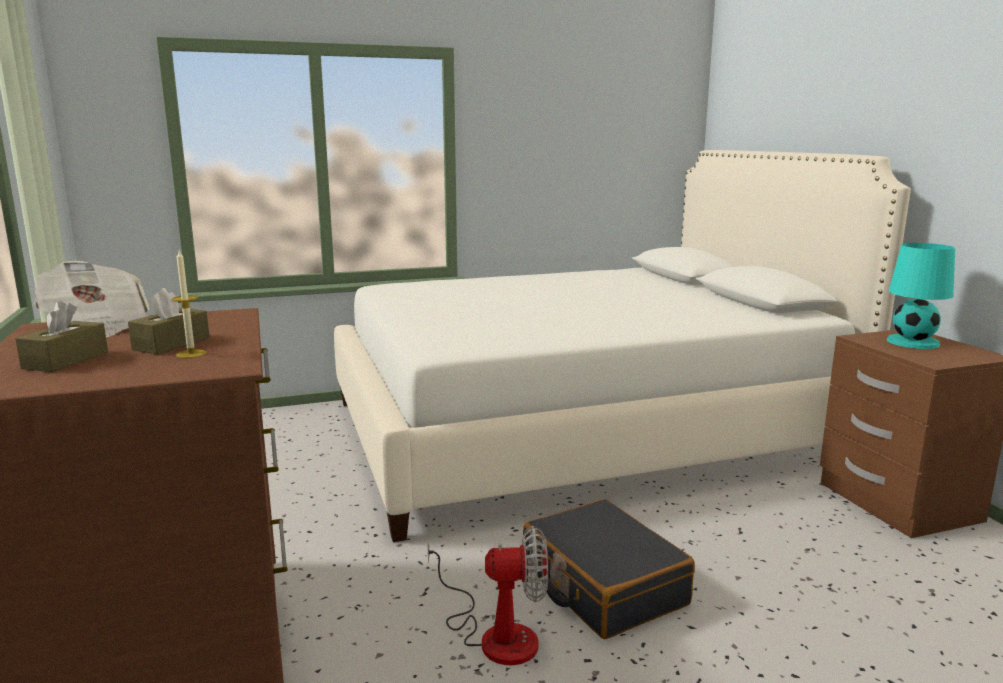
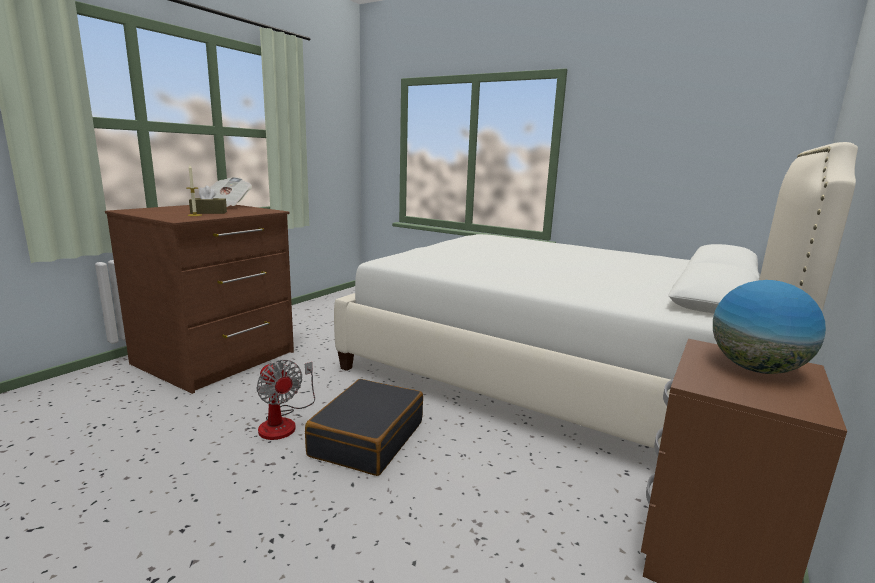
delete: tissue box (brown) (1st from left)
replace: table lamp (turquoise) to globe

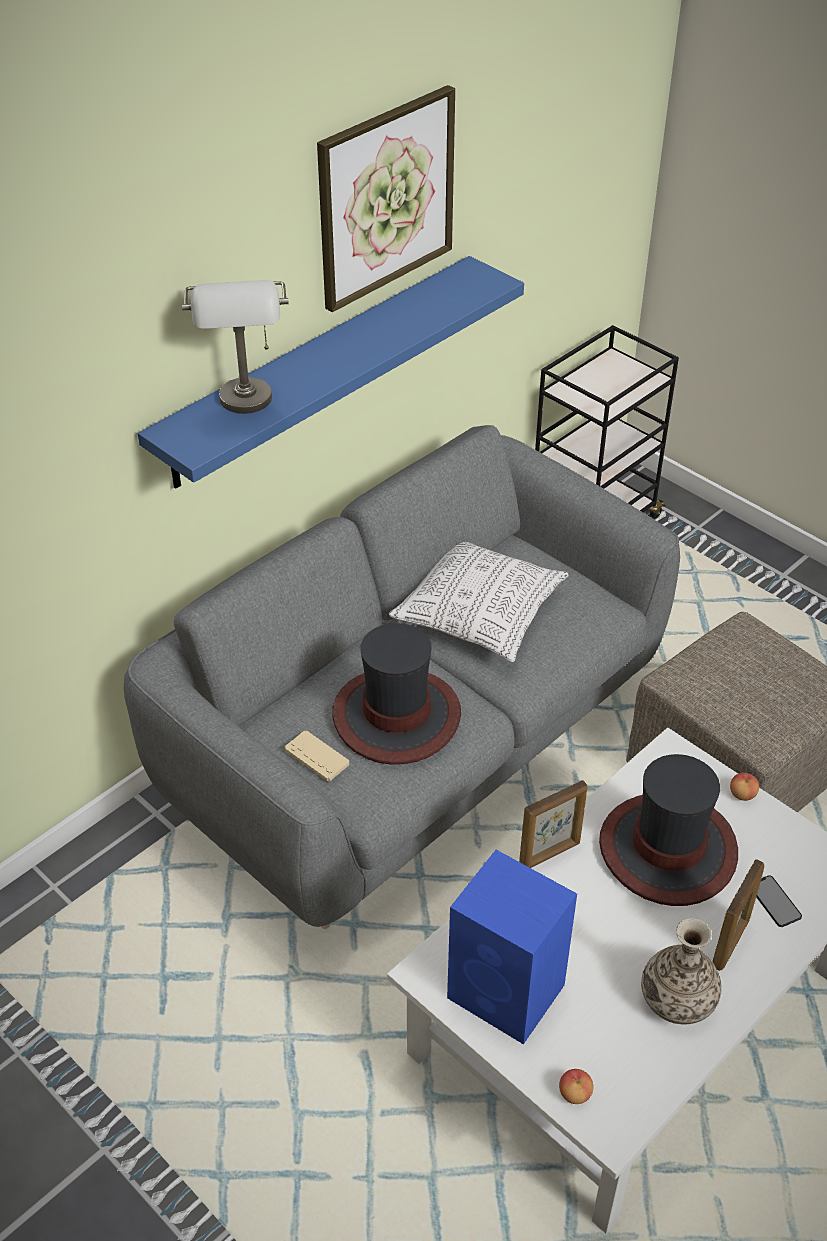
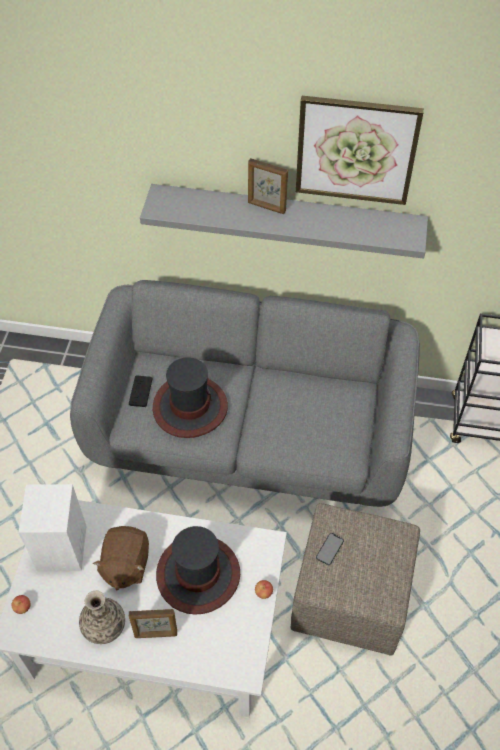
delete: table lamp (grey); pillow
insert: plush toy (brown)
move: picture frame (1st from left in the first image) to picture frame (2nd from left); phone
recolor: shelf (blue) to shelf (grey); game controller (beige) to game controller (black); speaker (blue) to speaker (white)

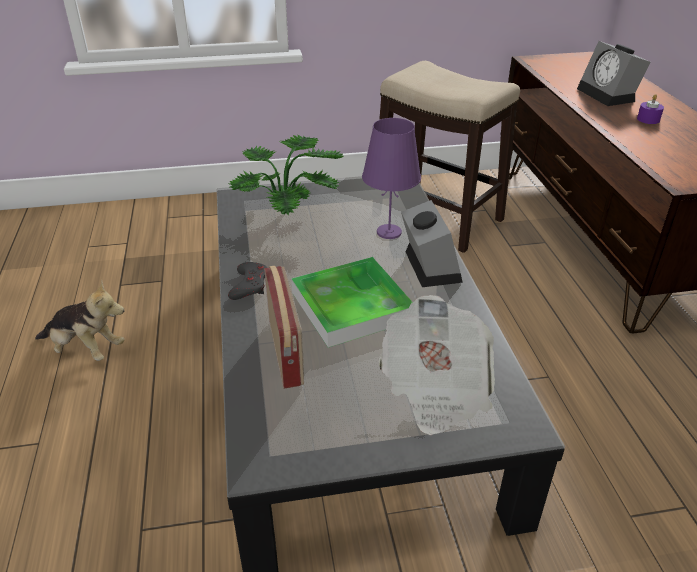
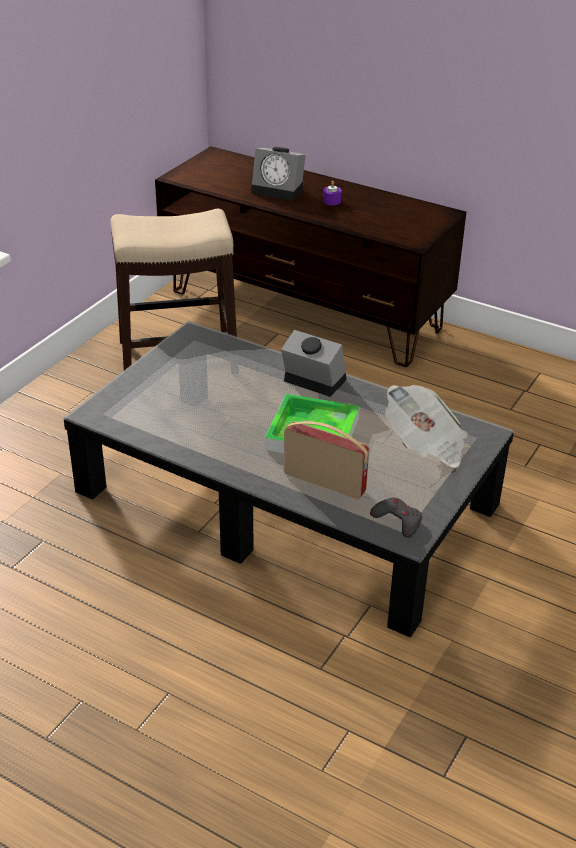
delete: table lamp (purple); potted plant; plush toy
move: game controller (grey)

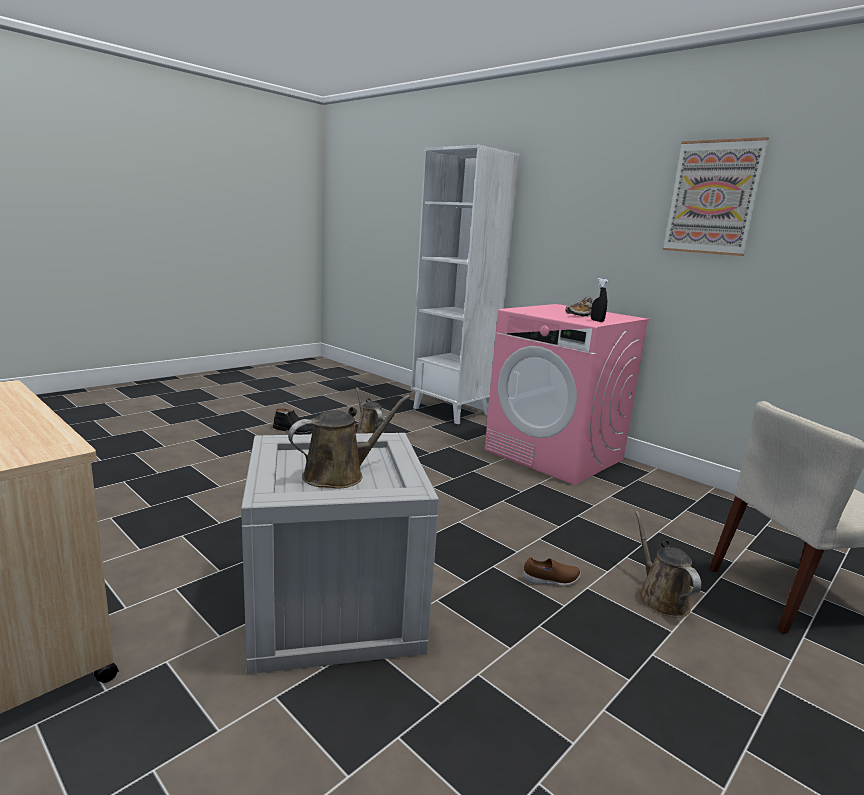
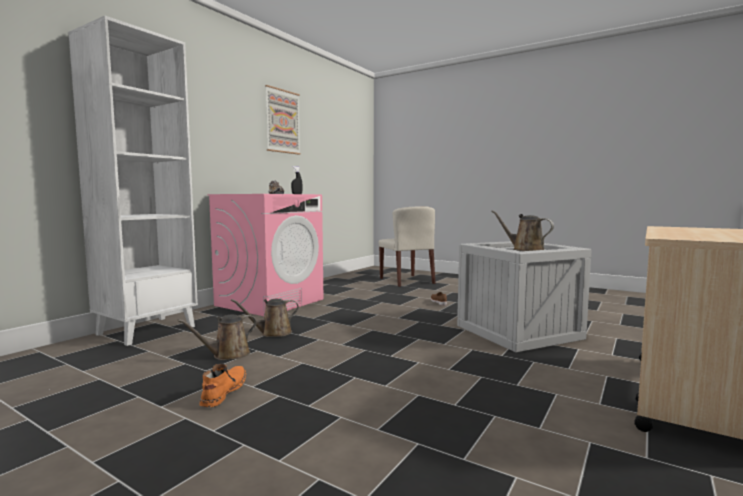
move: watering can (brown) (3rd from left in the first image) to watering can (brown) (2nd from left)
recolor: boot (black) to boot (orange)

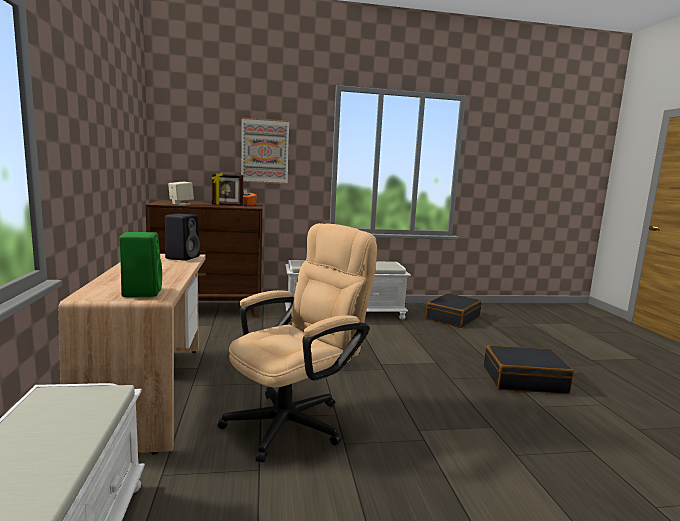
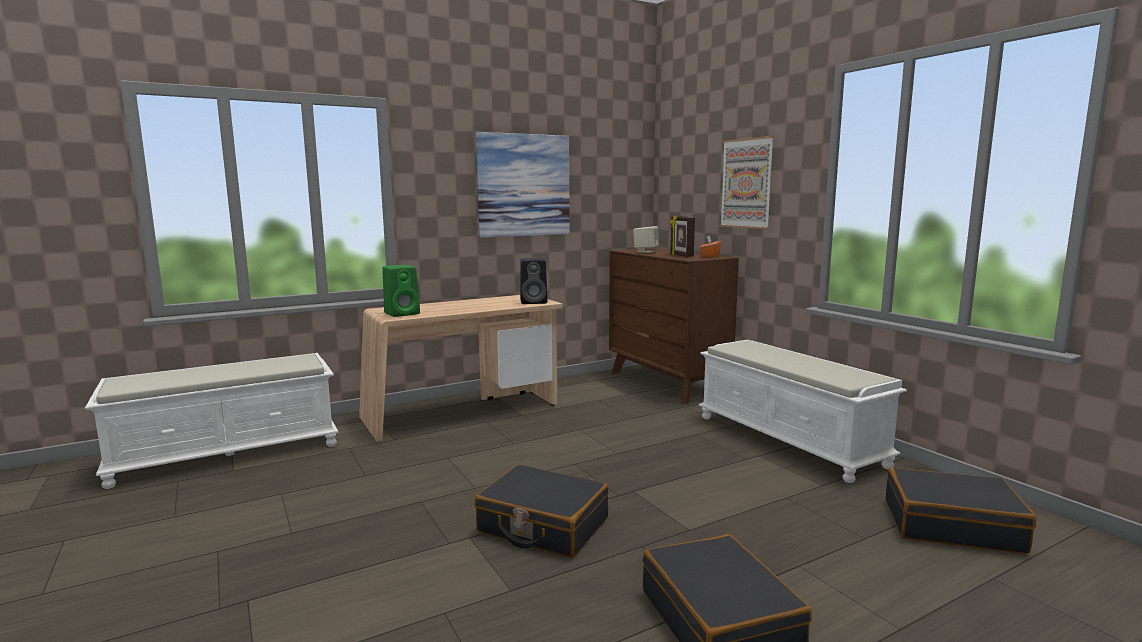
delete: office chair (beige)
insert: picture (1st from left); suitcase (black) (1st from left)

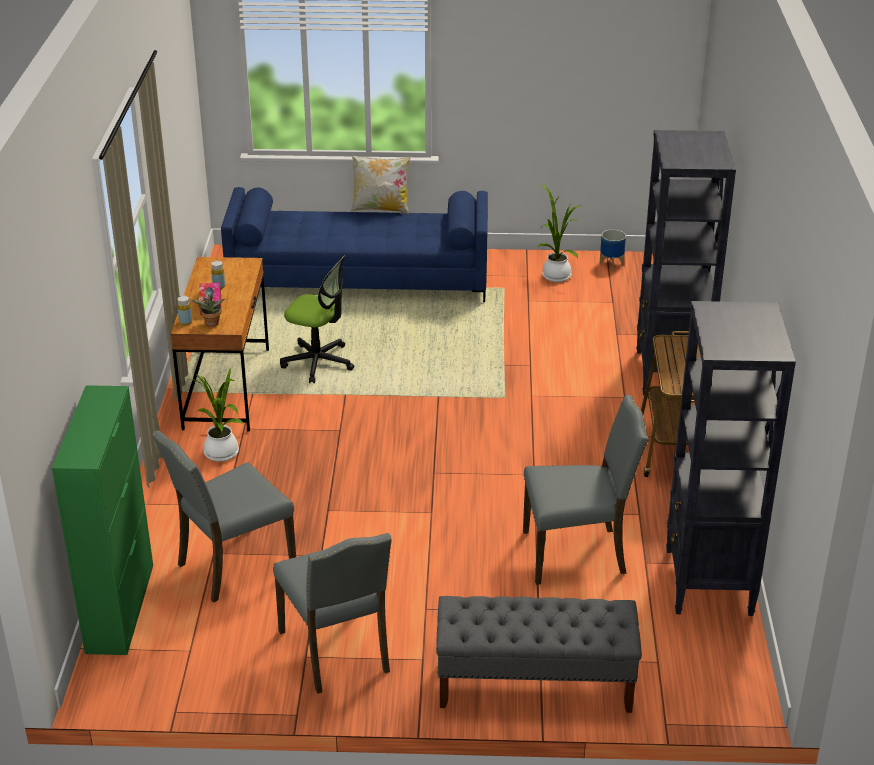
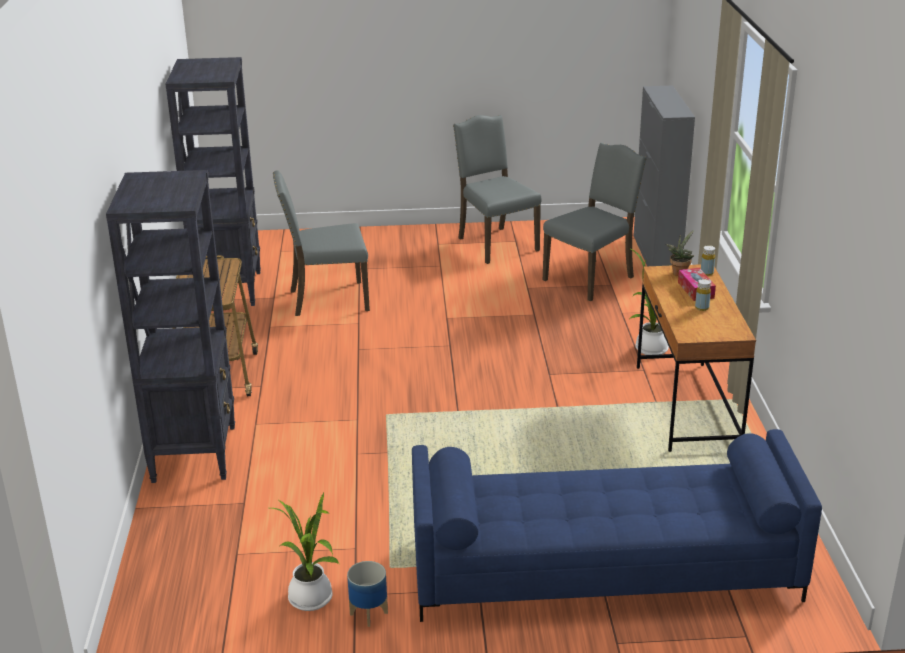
delete: pillow; office chair; bench (grey)
move: planter
recolor: cabinet (green) to cabinet (grey)

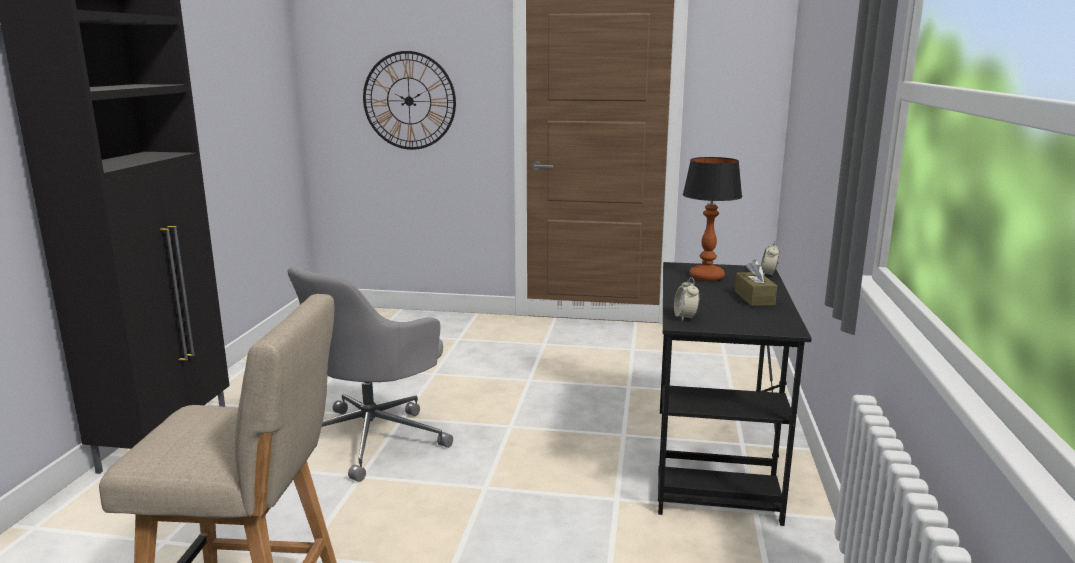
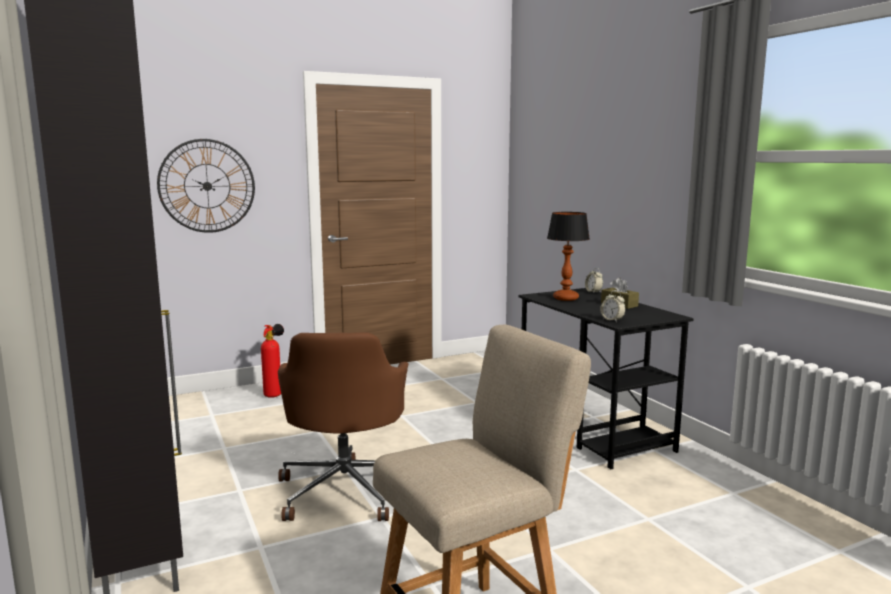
insert: fire extinguisher
recolor: office chair (grey) to office chair (brown)

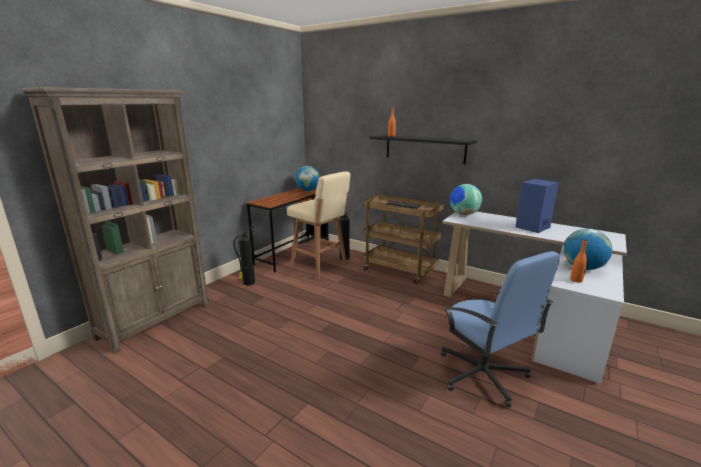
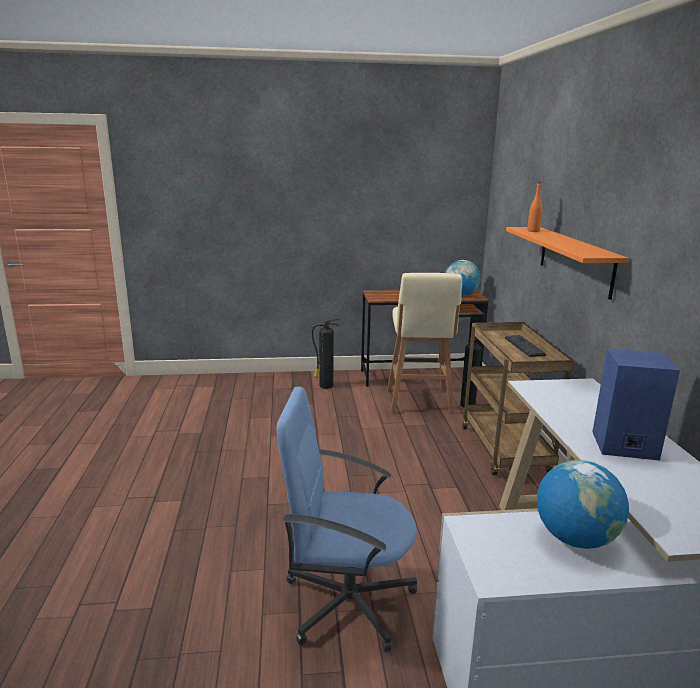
delete: bookcase (brown); globe (2nd from left); bottle (orange) (2nd from left)
recolor: shelf (black) to shelf (orange)
rotate: office chair (blue) 75 degrees clockwise

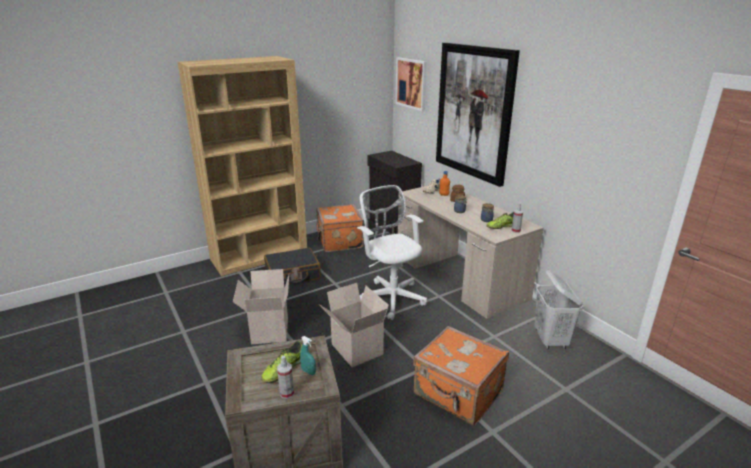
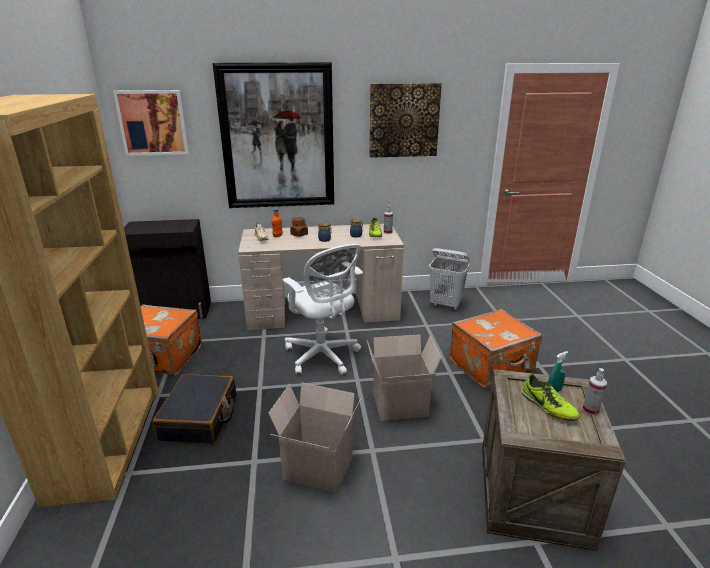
insert: picture (3rd from left)
rotate: office chair (white) 120 degrees counterclockwise

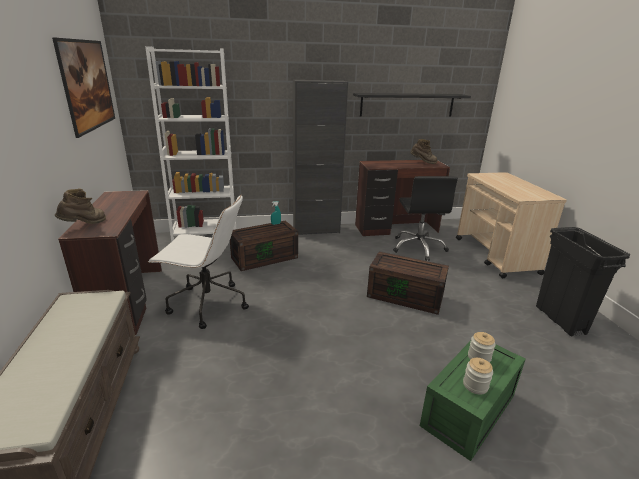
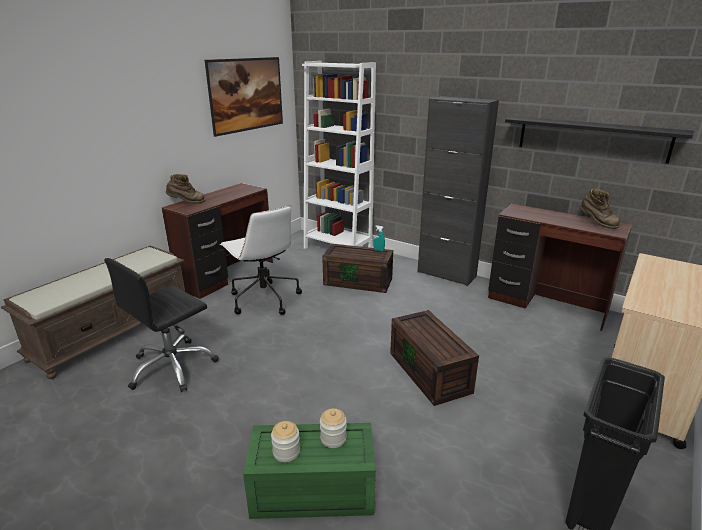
move: office chair (black)

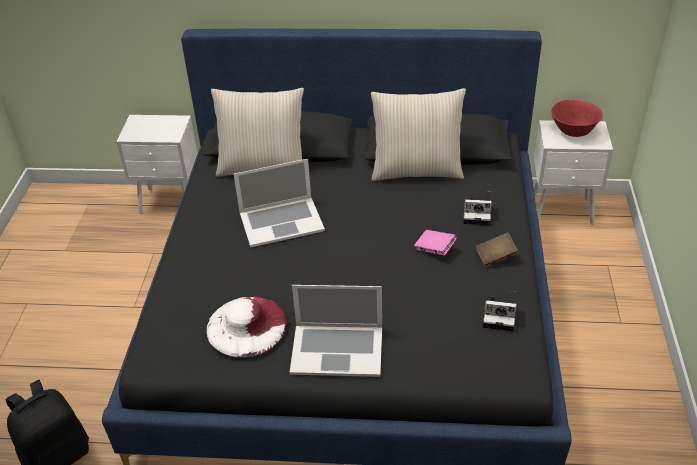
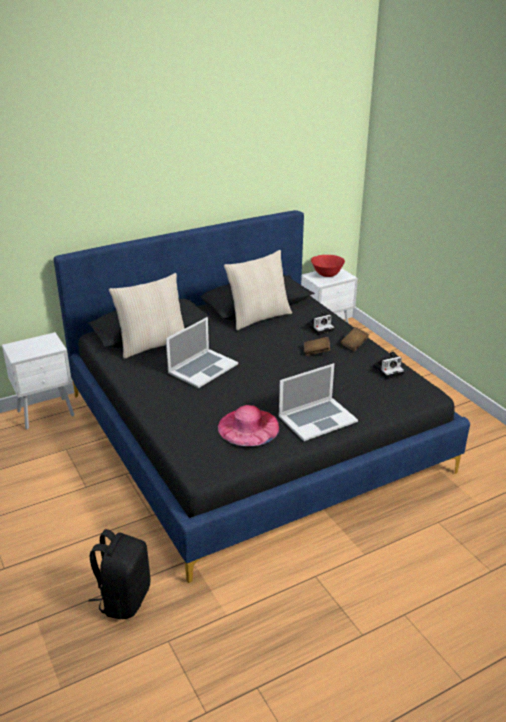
recolor: book (pink) to book (brown) (1st from left); hat (white) to hat (pink)

